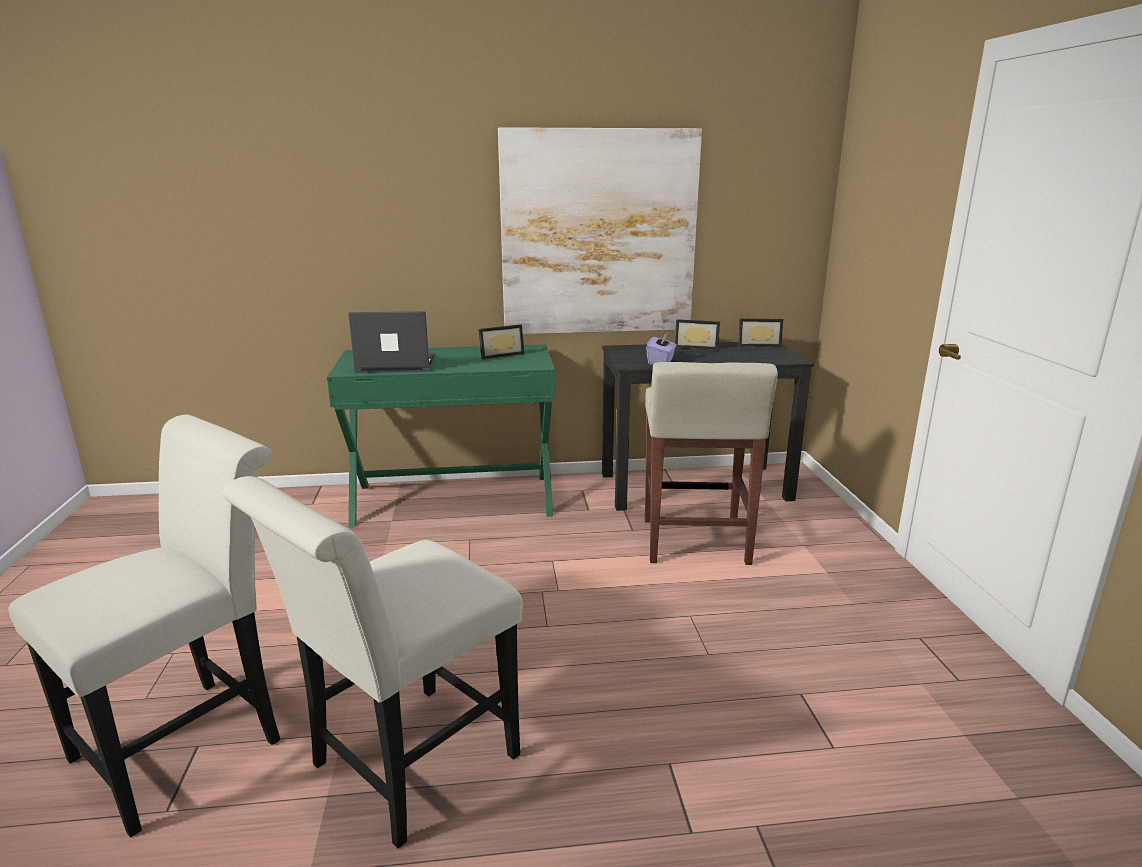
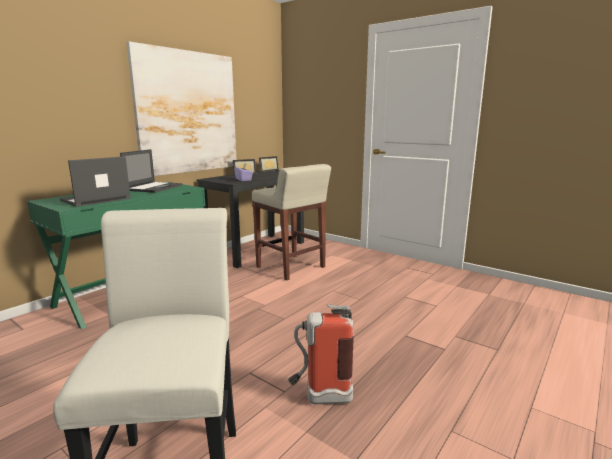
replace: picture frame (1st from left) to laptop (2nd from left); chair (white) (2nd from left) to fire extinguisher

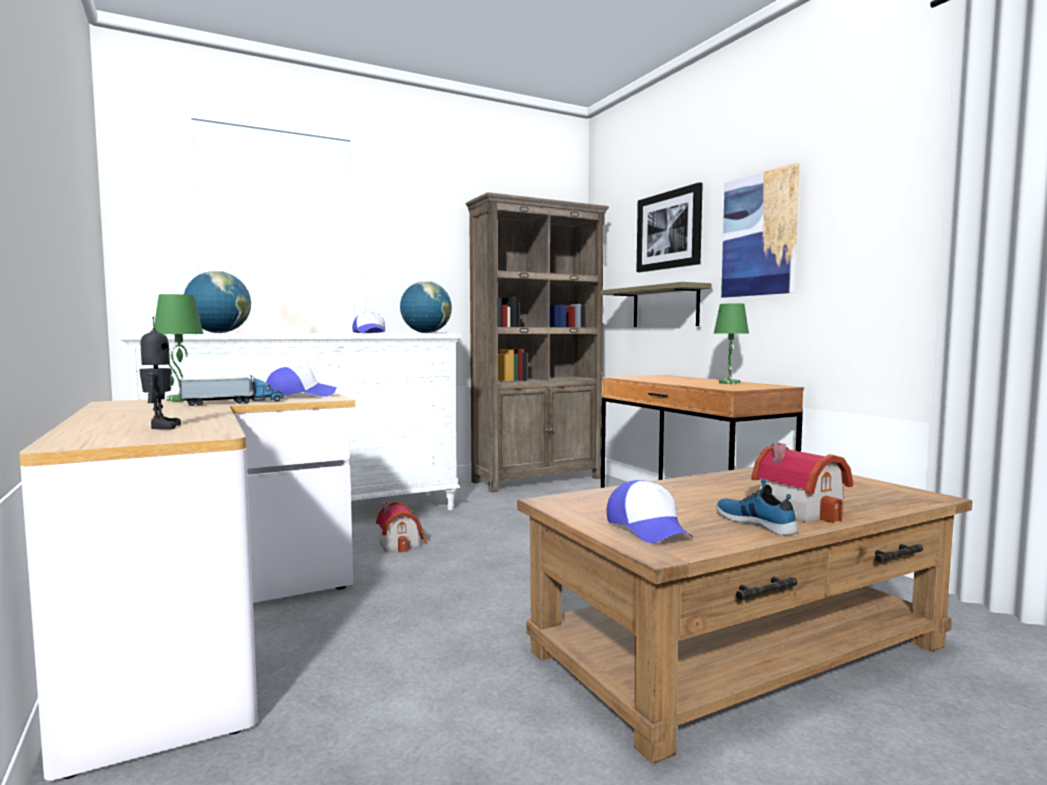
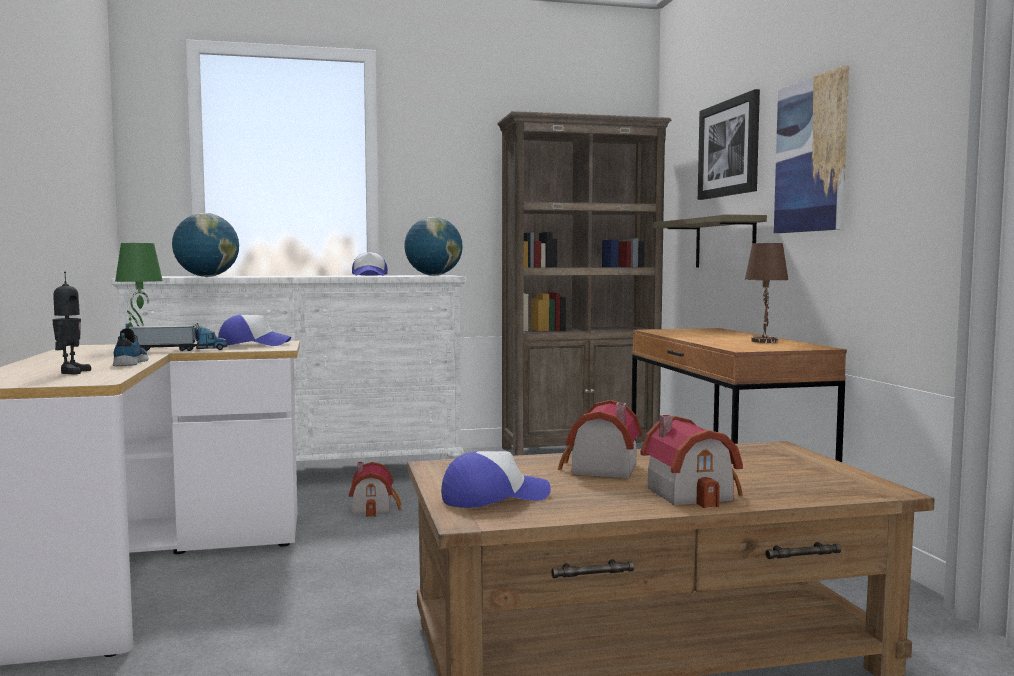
insert: toy house (2nd from left)
move: shoe
recolor: table lamp (green) (2nd from left) to table lamp (brown)
rotate: cap (3rd from left) 105 degrees counterclockwise

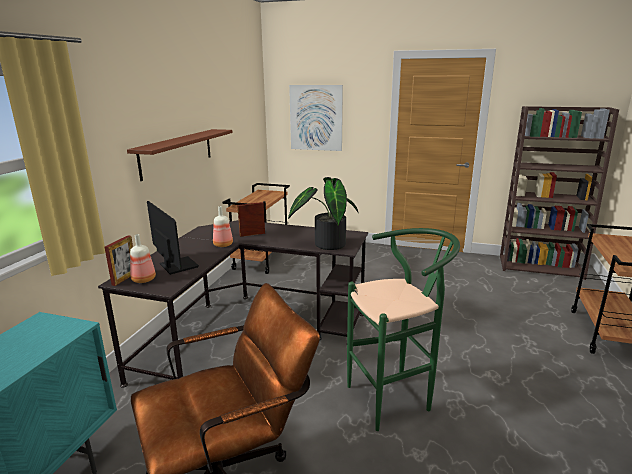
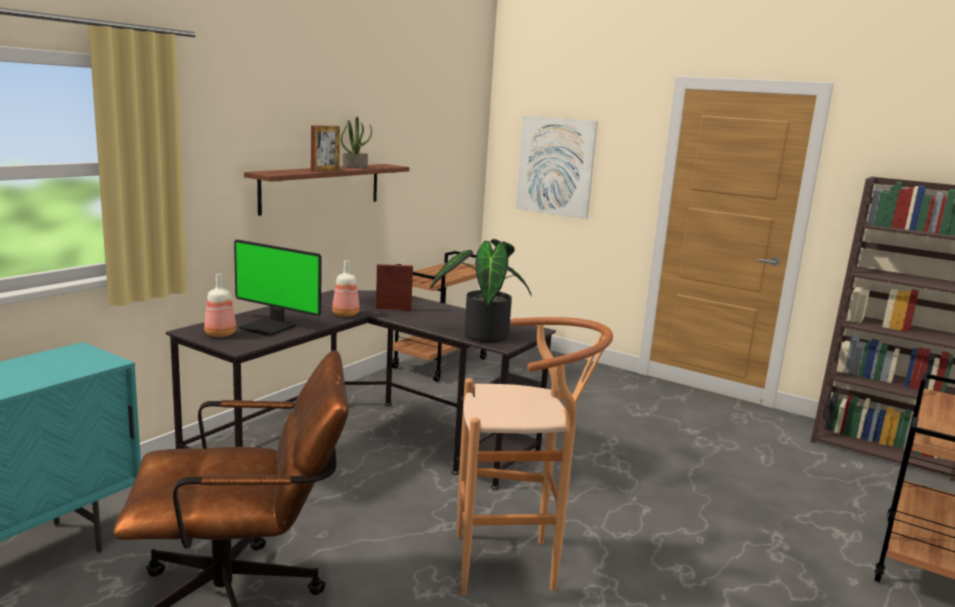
insert: potted plant (1st from left)
move: picture frame (1st from left)
recolor: stool (green) to stool (brown)
rotate: monitor 135 degrees clockwise

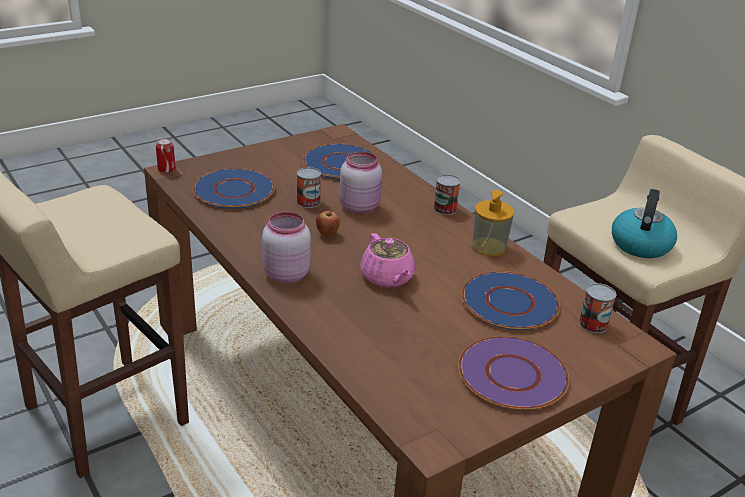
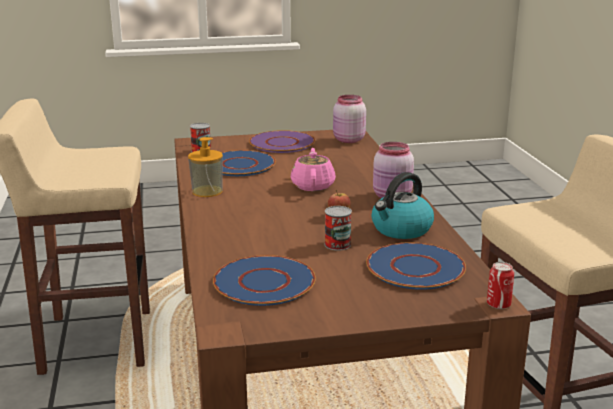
delete: can (3rd from left)
move: jar (pink) (2nd from left in the first image) to jar (pink) (1st from left); kettle

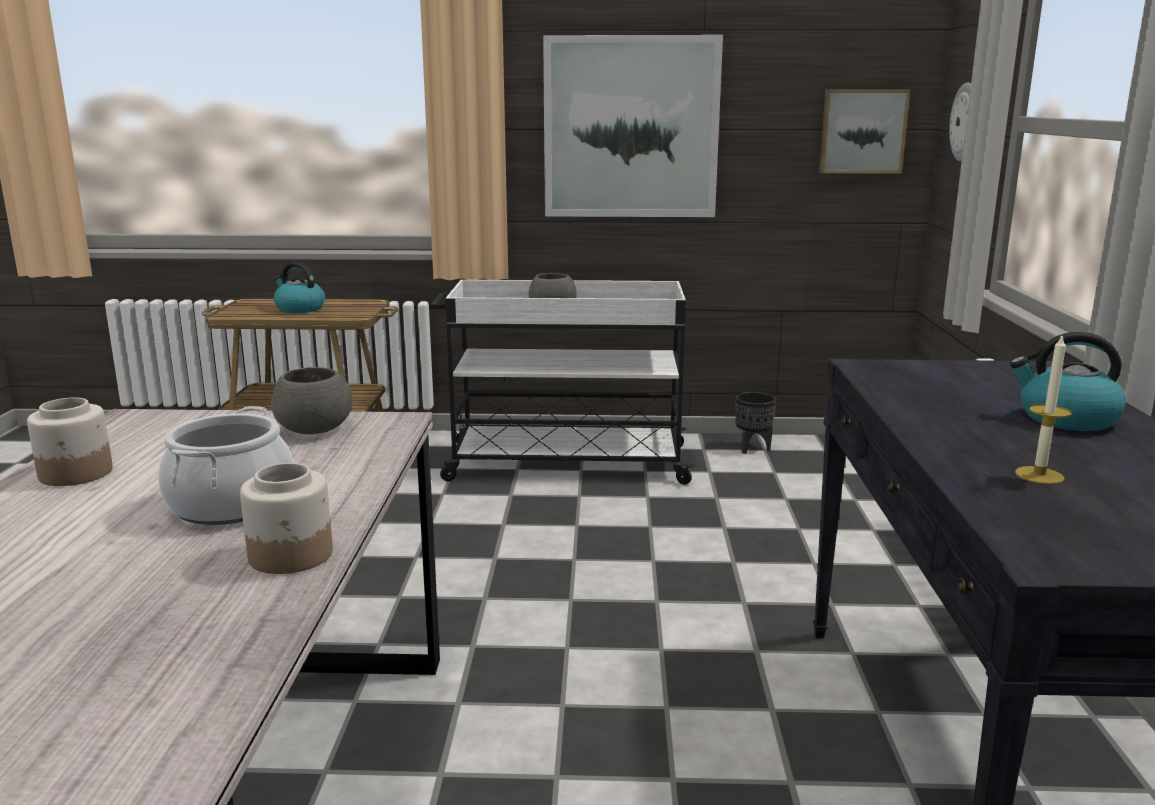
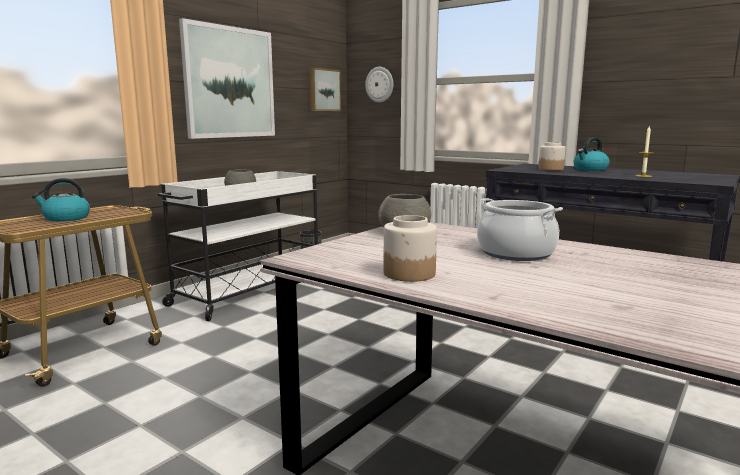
move: jar (2nd from left)

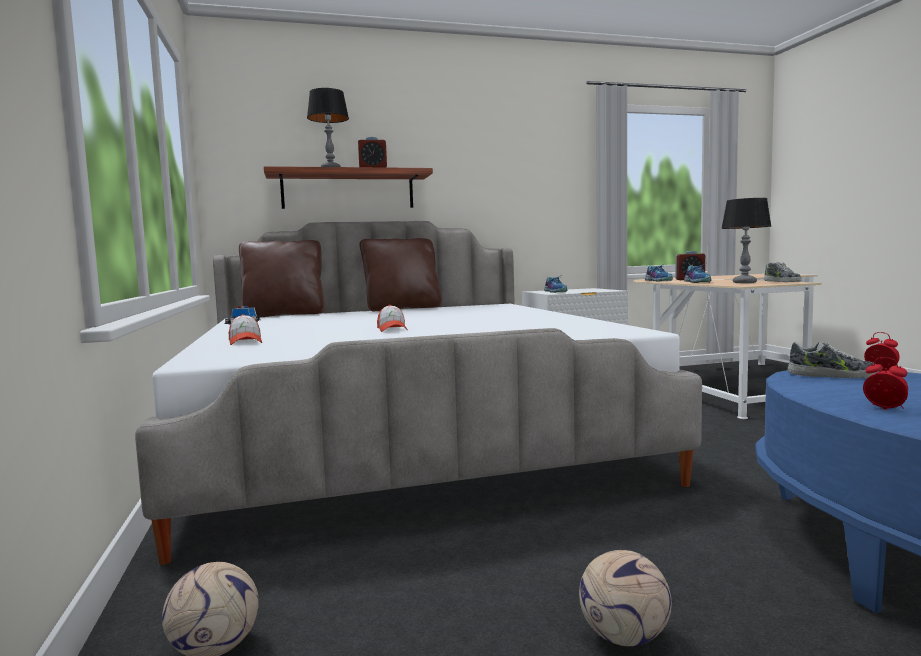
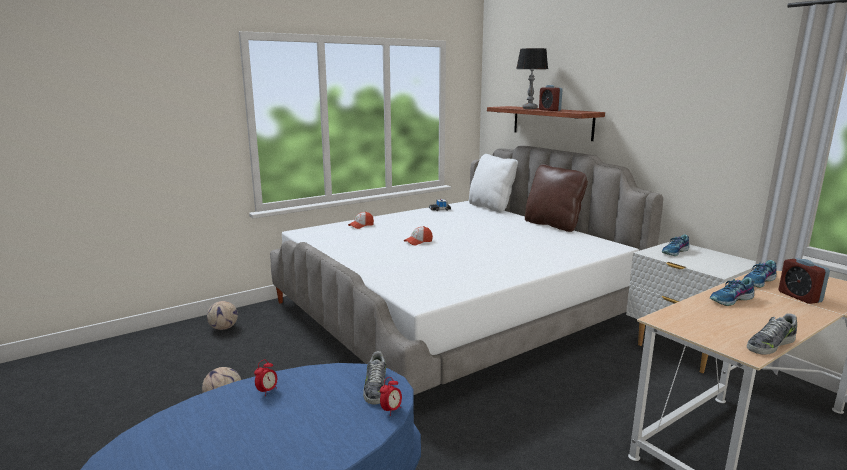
delete: table lamp (2nd from left)
recolor: pillow (brown) (1st from left) to pillow (white)

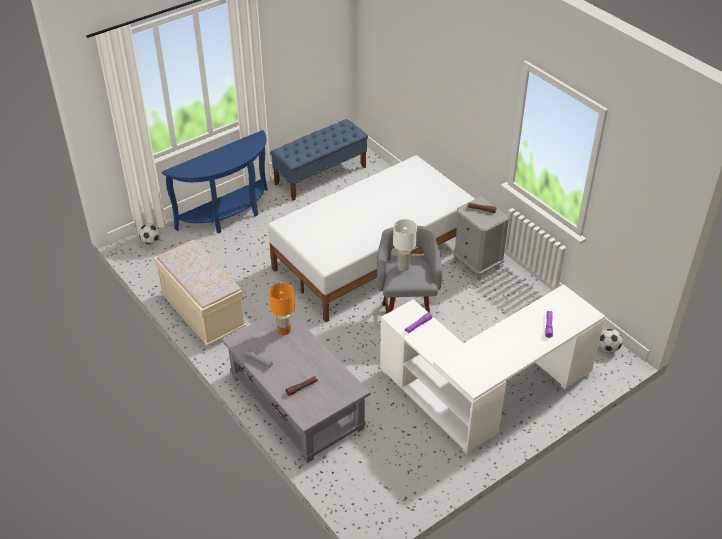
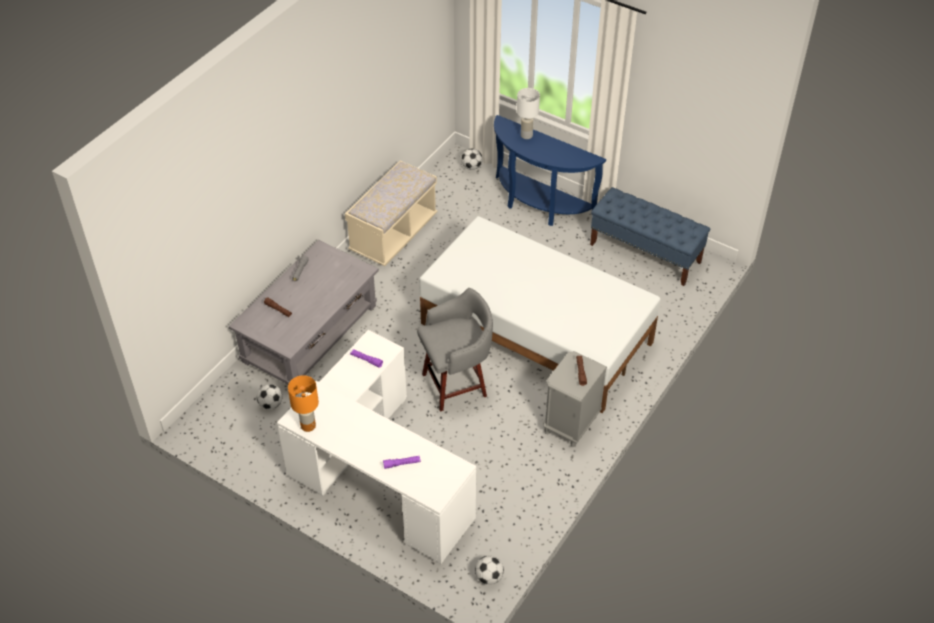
insert: football (1st from left)
move: table lamp (white); table lamp (orange)

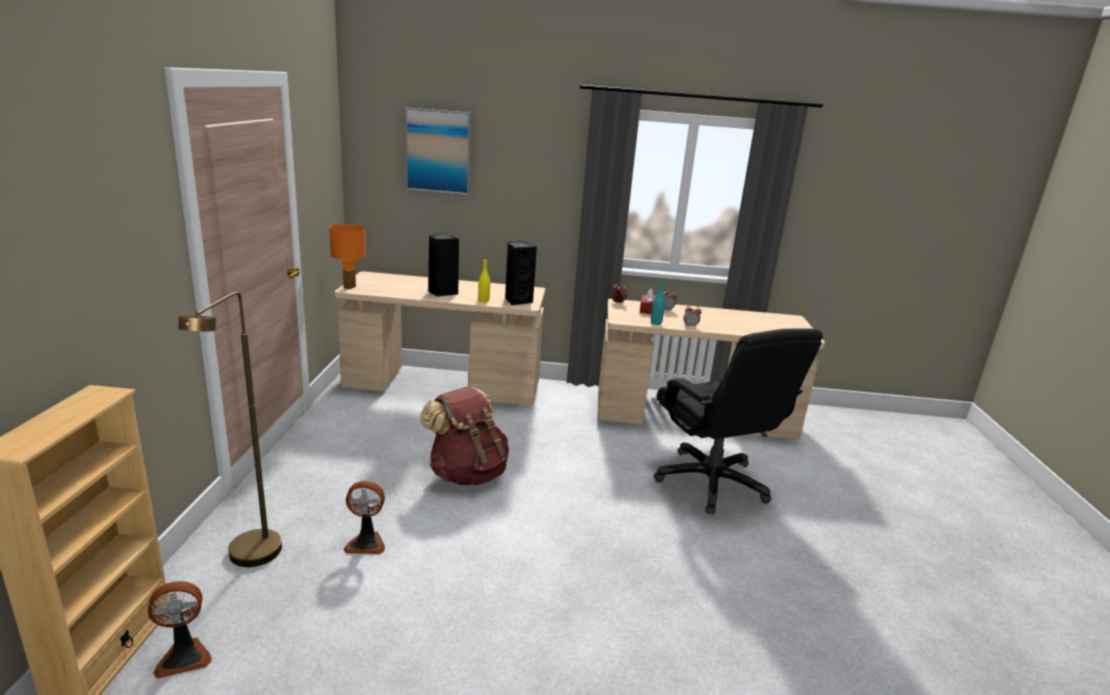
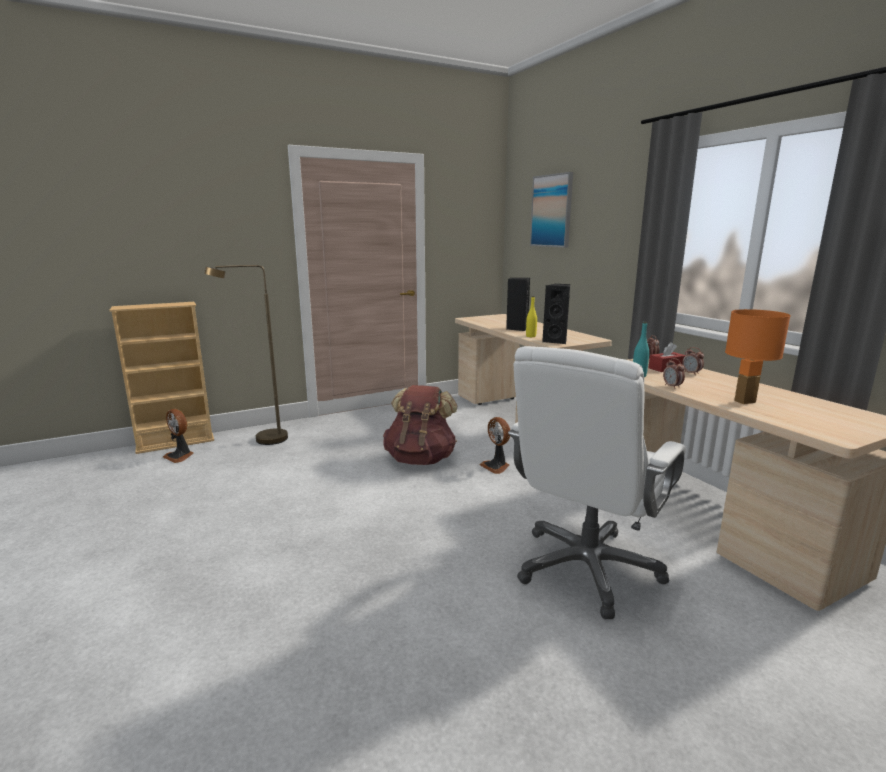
move: table lamp (orange); fan (2nd from left)
recolor: office chair (black) to office chair (white)

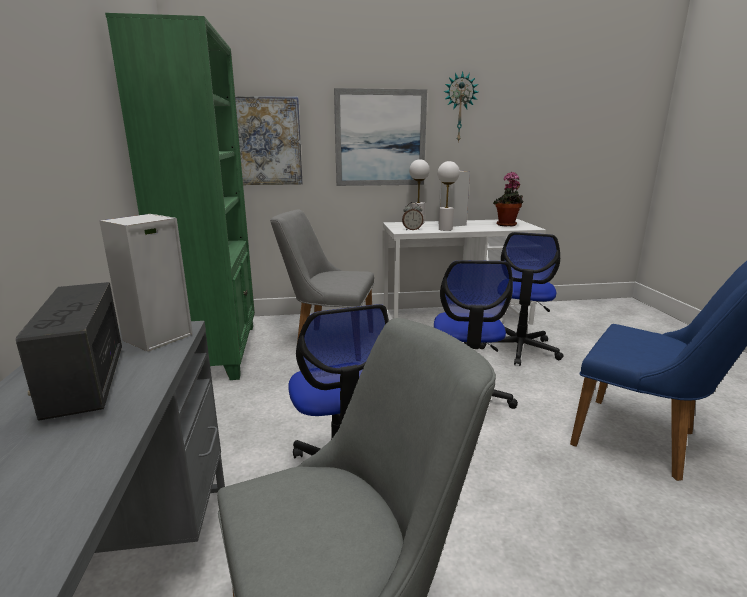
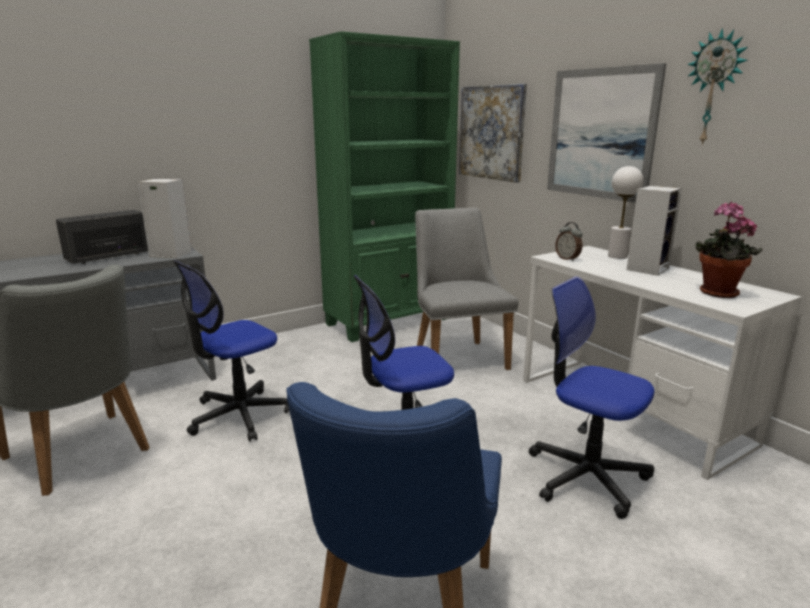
delete: table lamp (white) (2nd from left)
rotate: office chair (3rd from left) 45 degrees clockwise

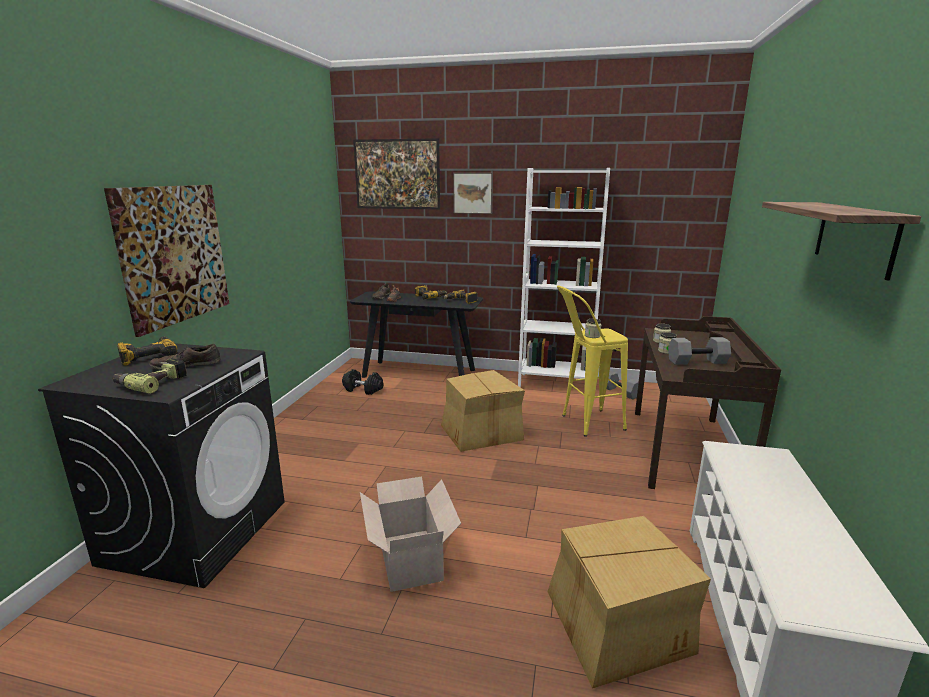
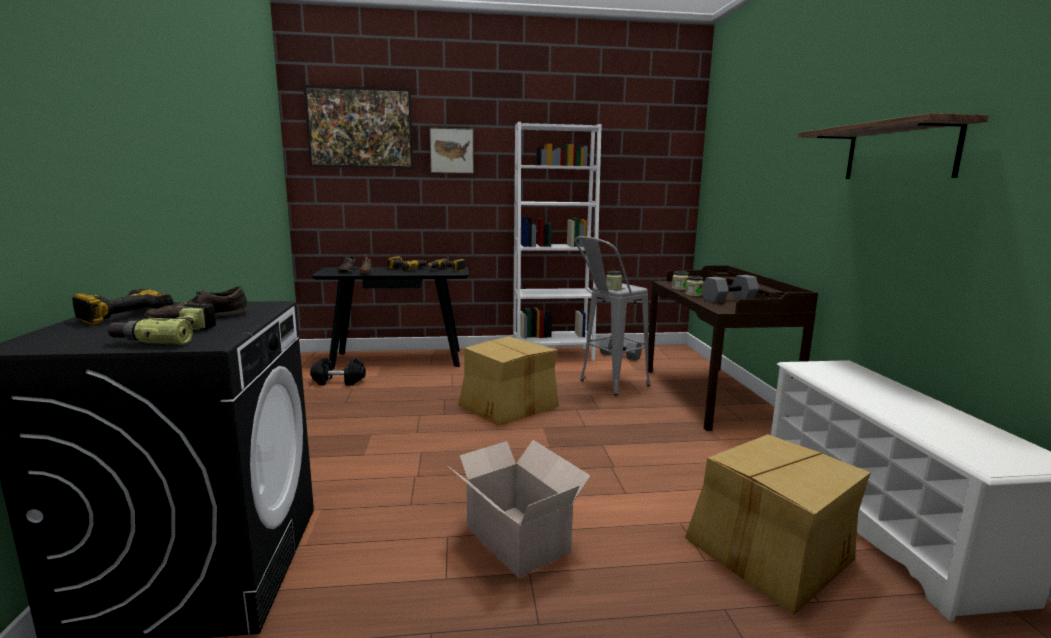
delete: picture (1st from left)
recolor: stool (yellow) to stool (grey)

